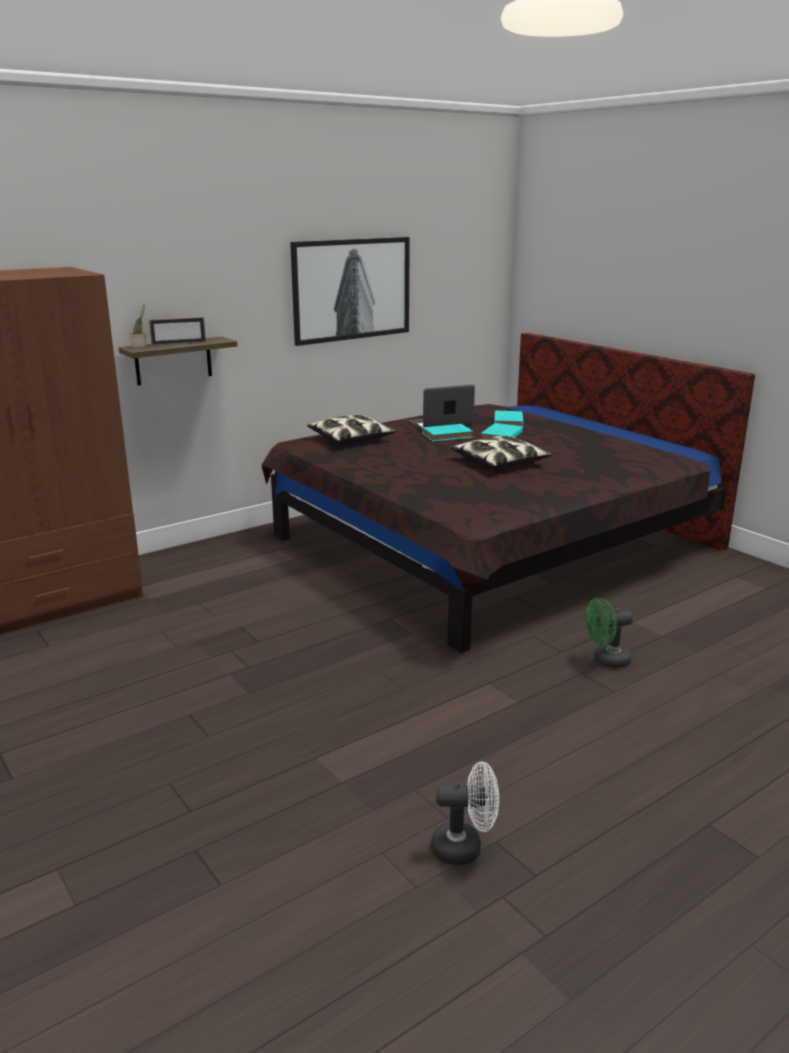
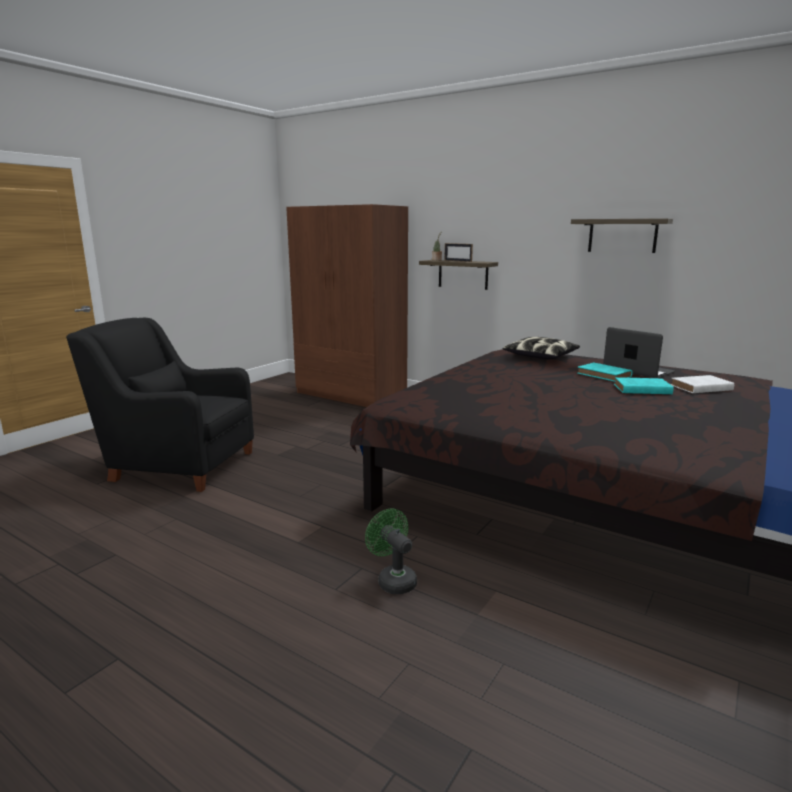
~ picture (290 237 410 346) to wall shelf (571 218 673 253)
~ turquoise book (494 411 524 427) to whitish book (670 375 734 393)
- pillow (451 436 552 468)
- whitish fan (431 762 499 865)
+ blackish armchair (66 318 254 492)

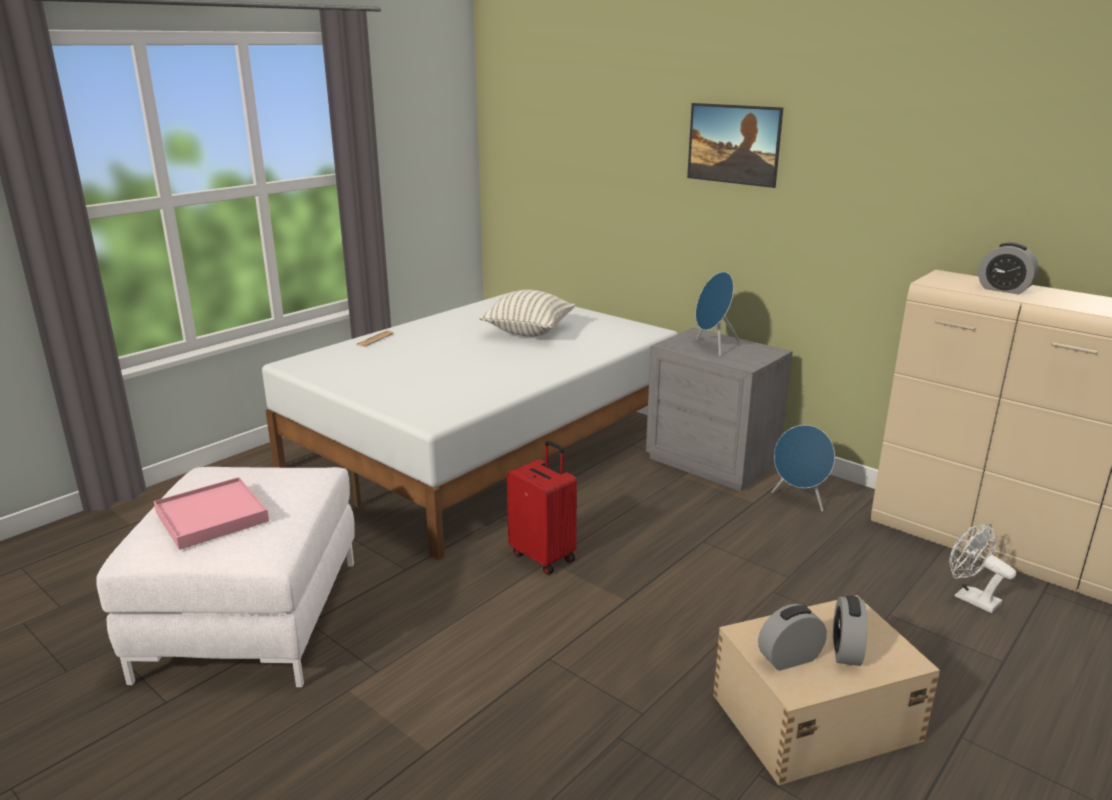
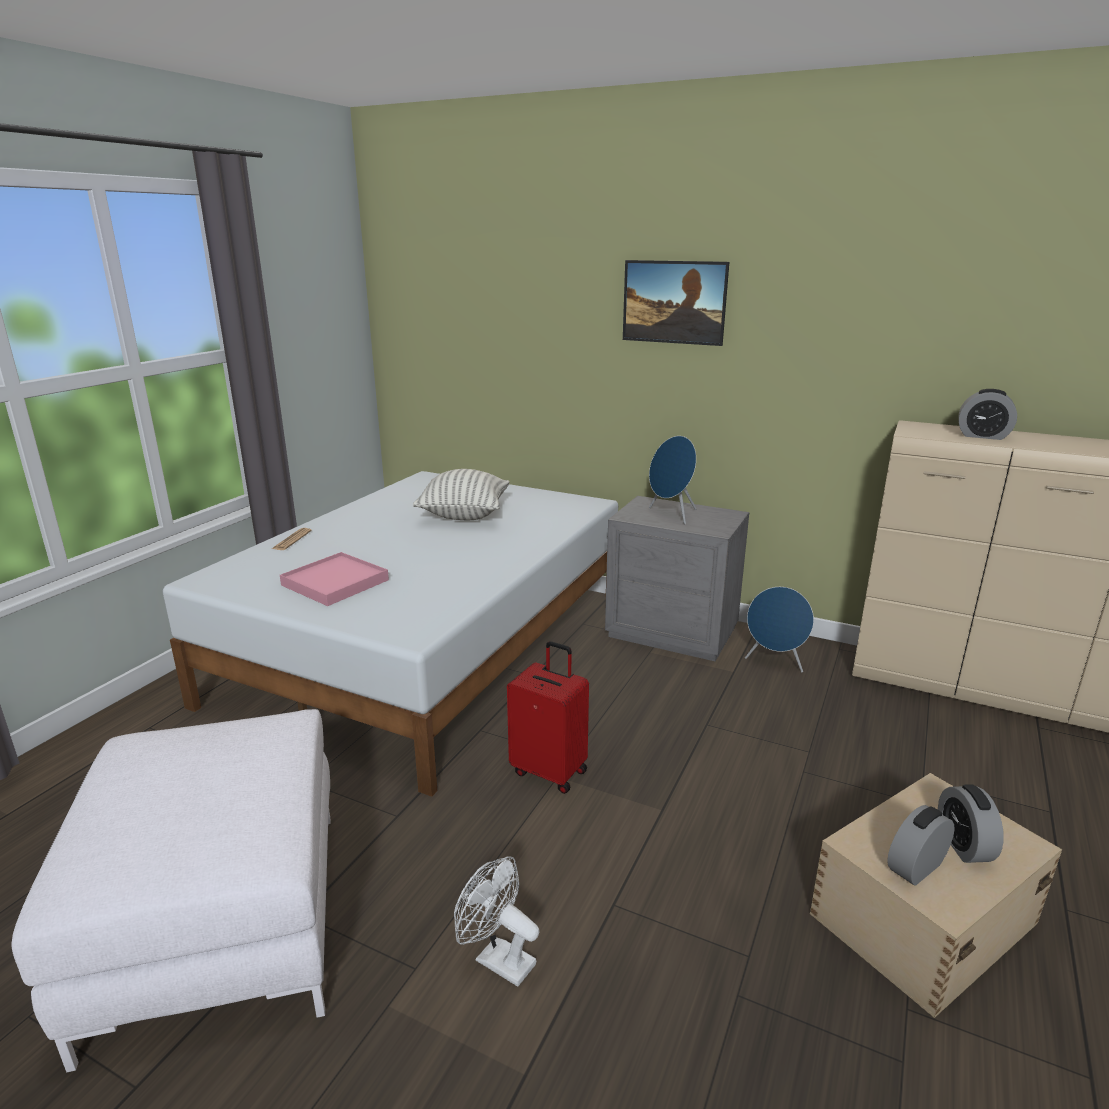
~ pink carrying tray (154 477 269 550) to (280 552 389 606)
~ whitish fan (949 523 1016 613) to (454 857 539 987)

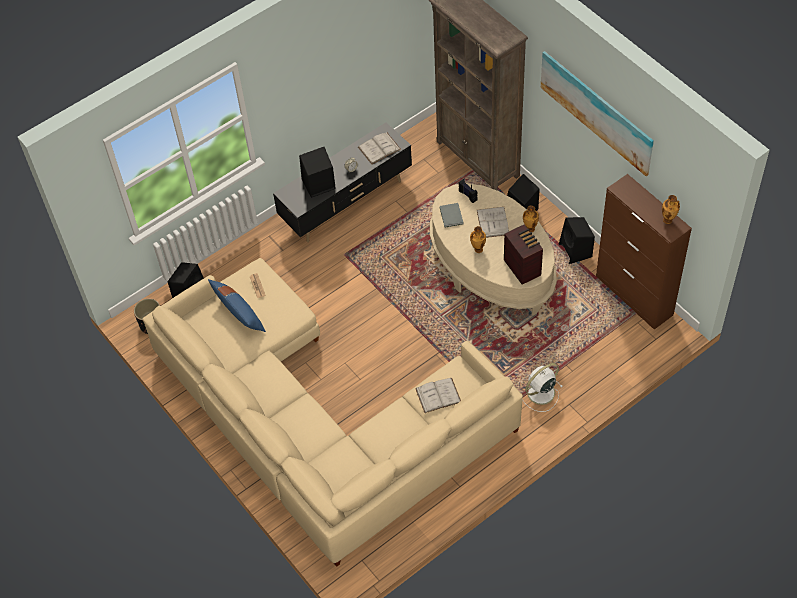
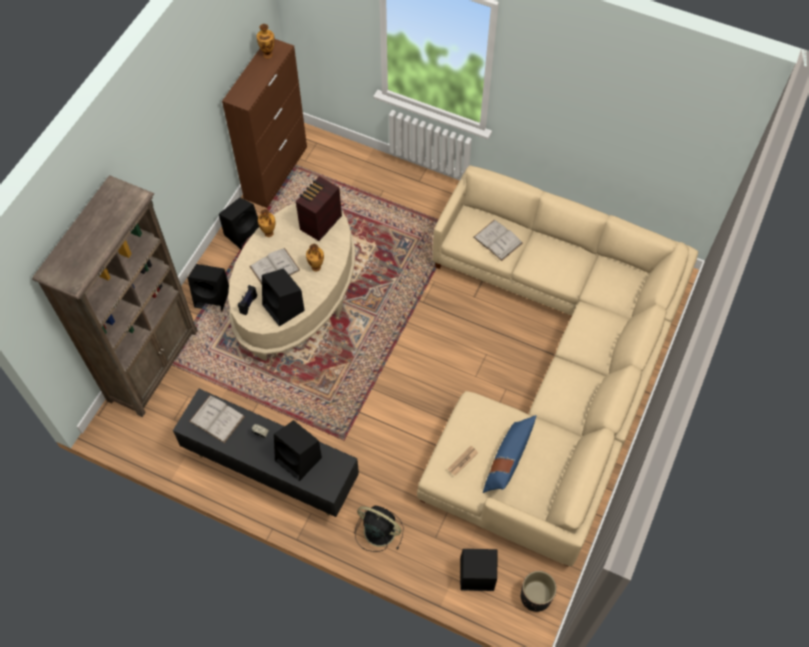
- picture (541 51 654 176)
~ grey book (440 203 464 227) to blackish audio speaker (262 268 305 327)
- whitish fan (522 363 563 412)
+ blackish fan (355 506 404 552)

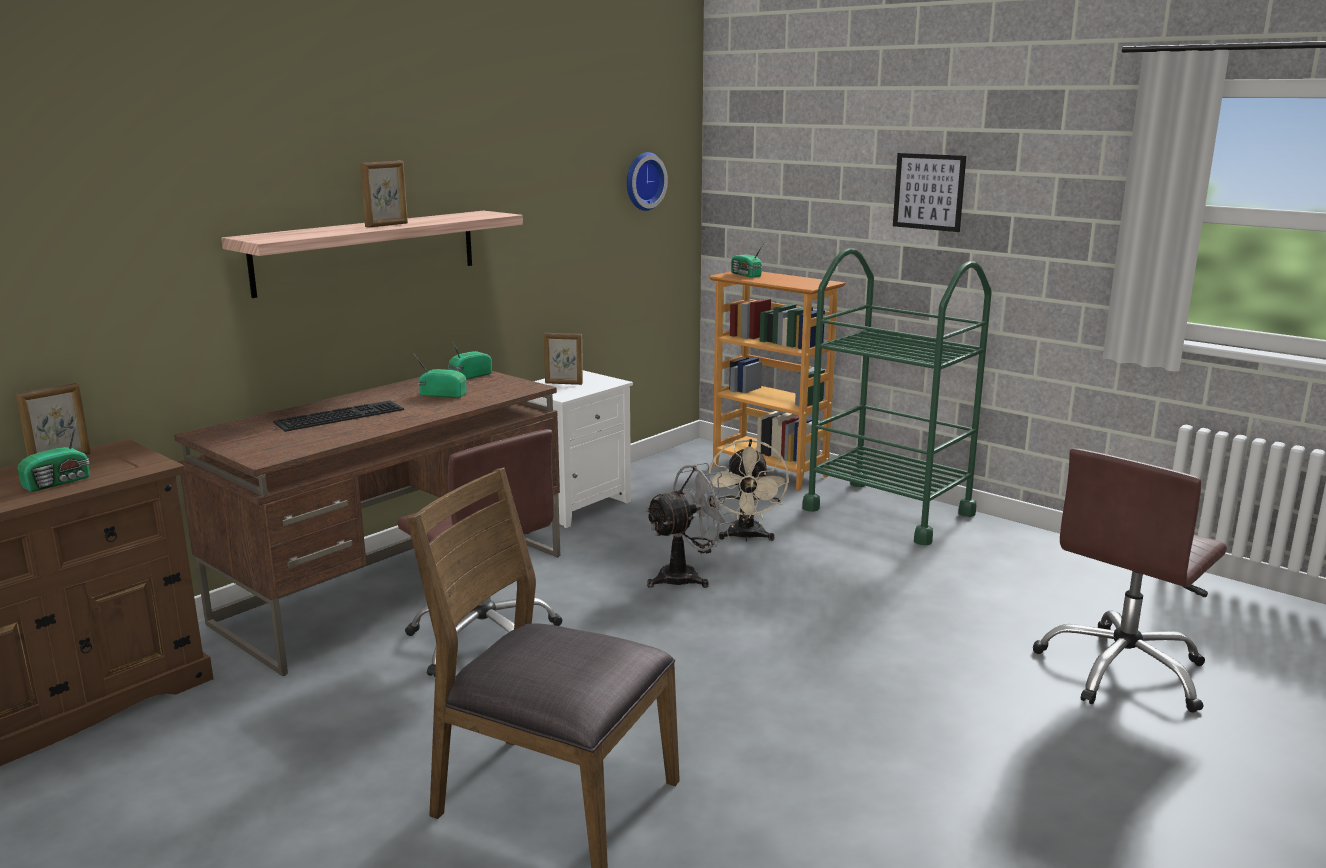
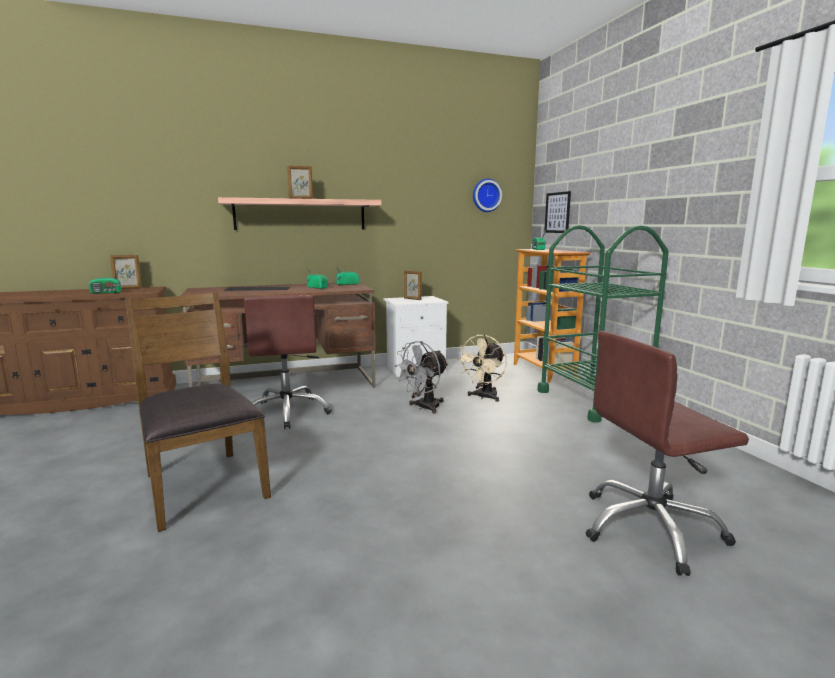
~ picture (893 153 966 232) to (544 191 571 233)
~ grey fan (645 463 735 588) = (395 341 448 414) 135 degrees clockwise

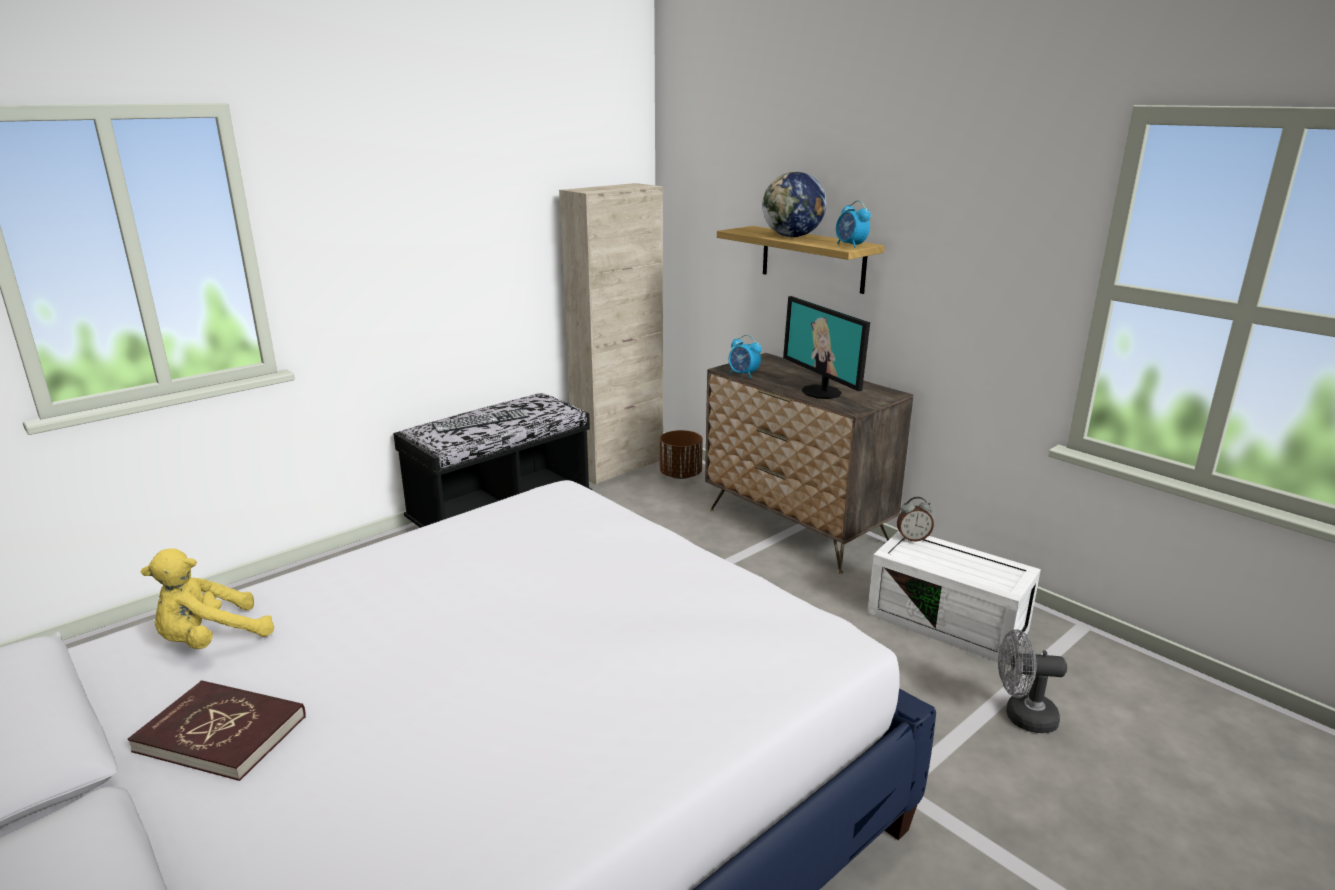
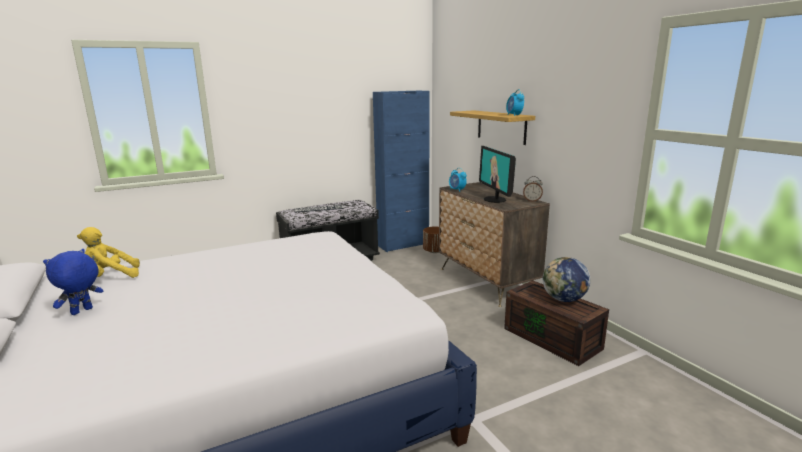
~ desk globe (762 172 826 237) to (543 257 590 302)
~ beige-coloured storage cabinet (559 183 663 485) to blue storage cabinet (373 91 430 252)
~ bedside clock (897 497 934 542) to (523 176 543 202)
~ whitish storage box (867 531 1041 665) to brown storage box (504 280 609 366)
- grey fan (998 629 1067 733)
~ red book (128 680 306 781) to blue cuddly toy (43 249 103 315)

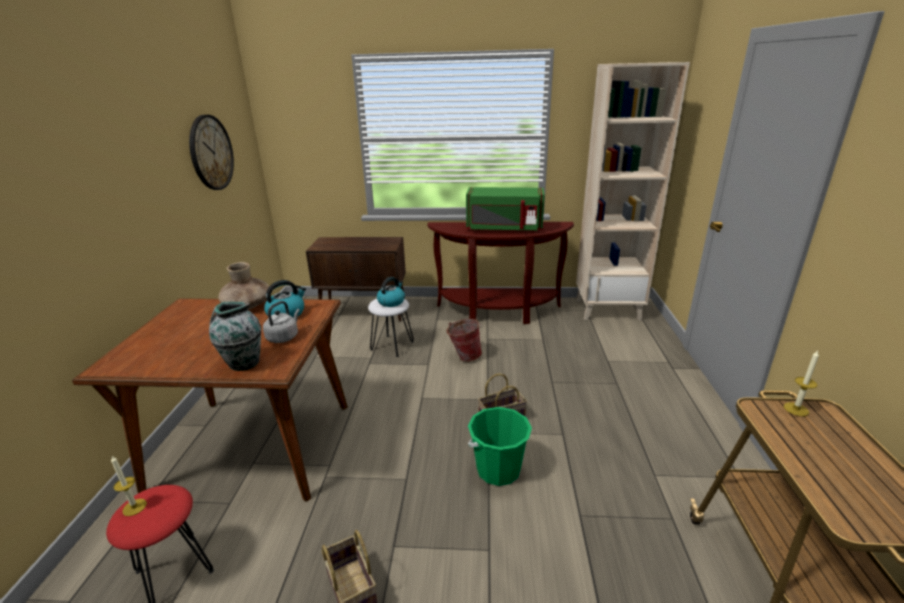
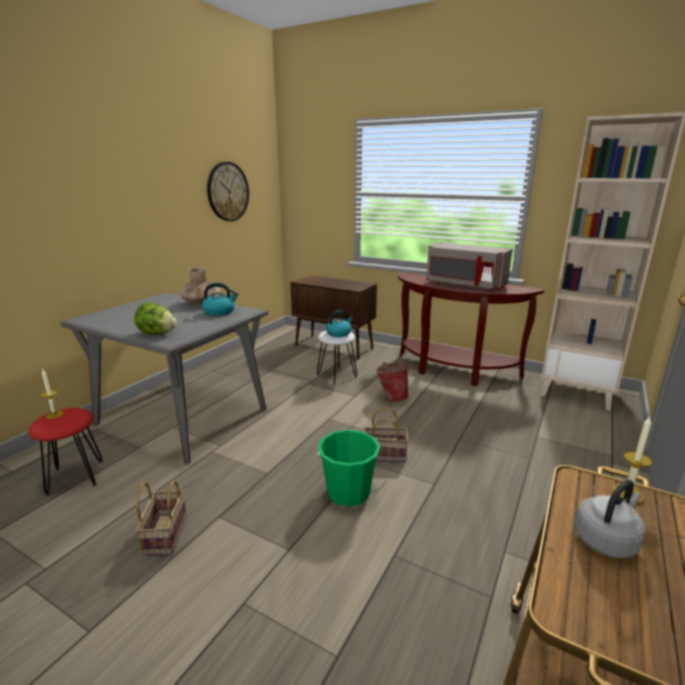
~ green-coloured microwave oven (466 187 545 232) to grey microwave oven (426 242 513 291)
~ brown dinner table (72 298 348 502) to grey dinner table (60 293 268 464)
~ flower vase (209 301 261 371) to lettuce (134 303 177 334)
~ grey tea kettle (263 301 300 343) to (575 479 646 558)

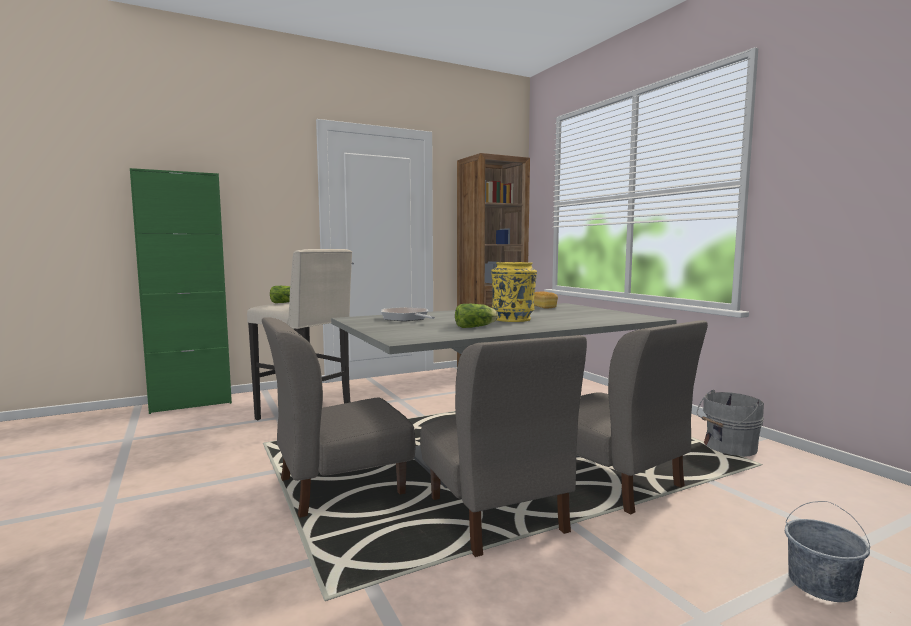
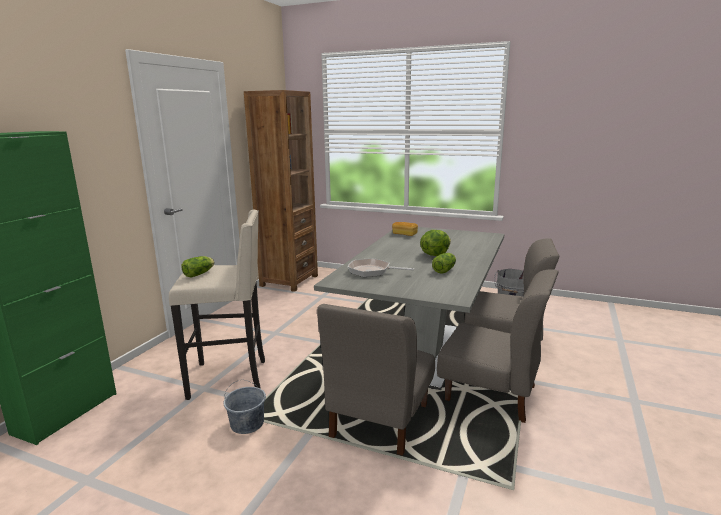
~ yellow flower vase (491 262 537 322) to lettuce (420 230 451 256)
~ grey pail (785 501 870 602) to (224 380 266 434)

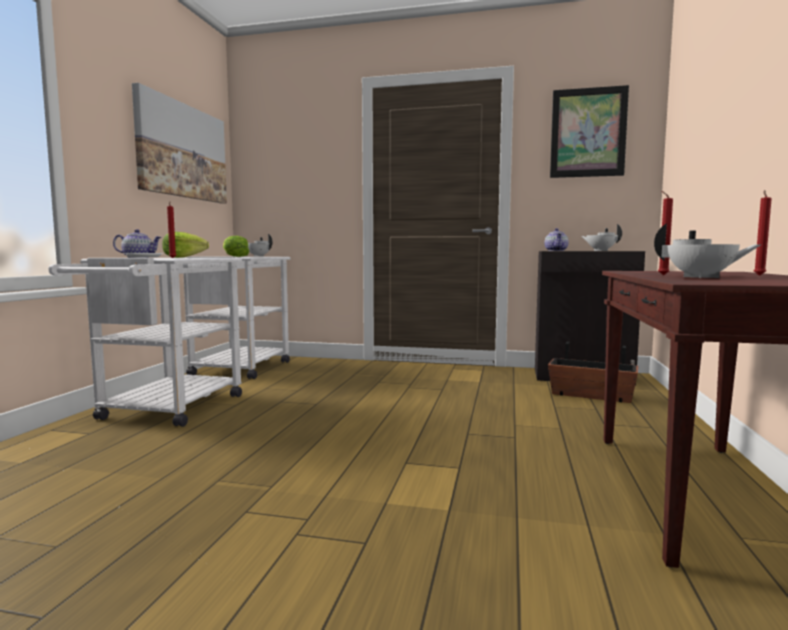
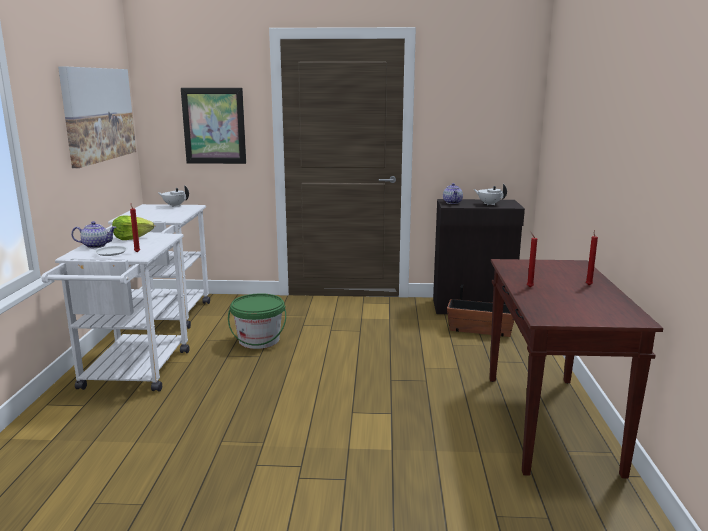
~ picture (550 85 629 178) to (181 88 246 164)
- whitish tea pot (654 223 760 278)
- lettuce (223 236 249 257)
+ green-coloured pail (228 293 286 349)

